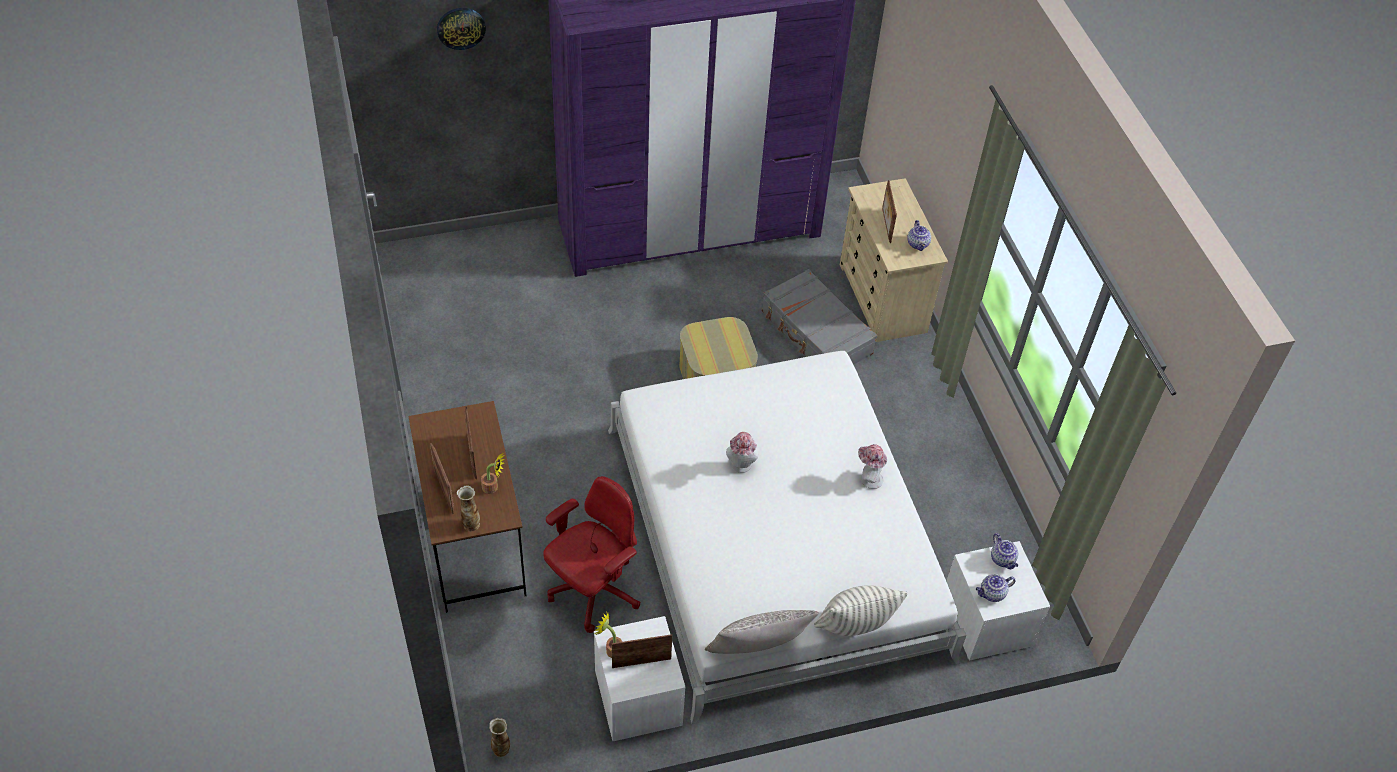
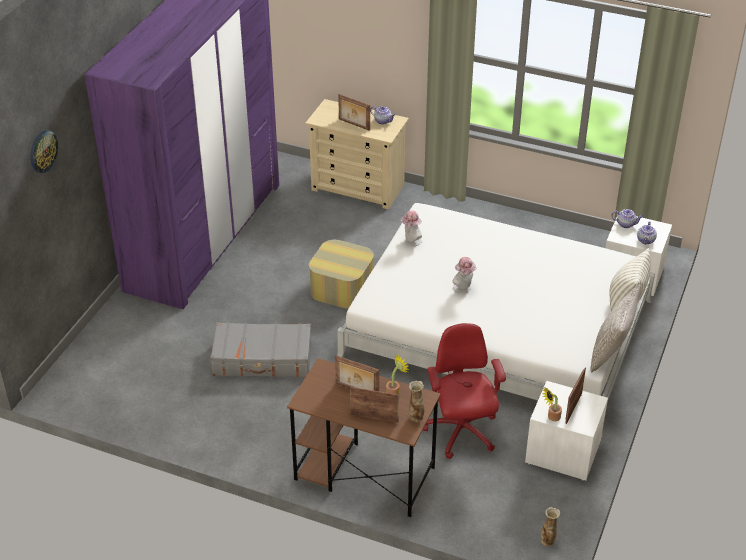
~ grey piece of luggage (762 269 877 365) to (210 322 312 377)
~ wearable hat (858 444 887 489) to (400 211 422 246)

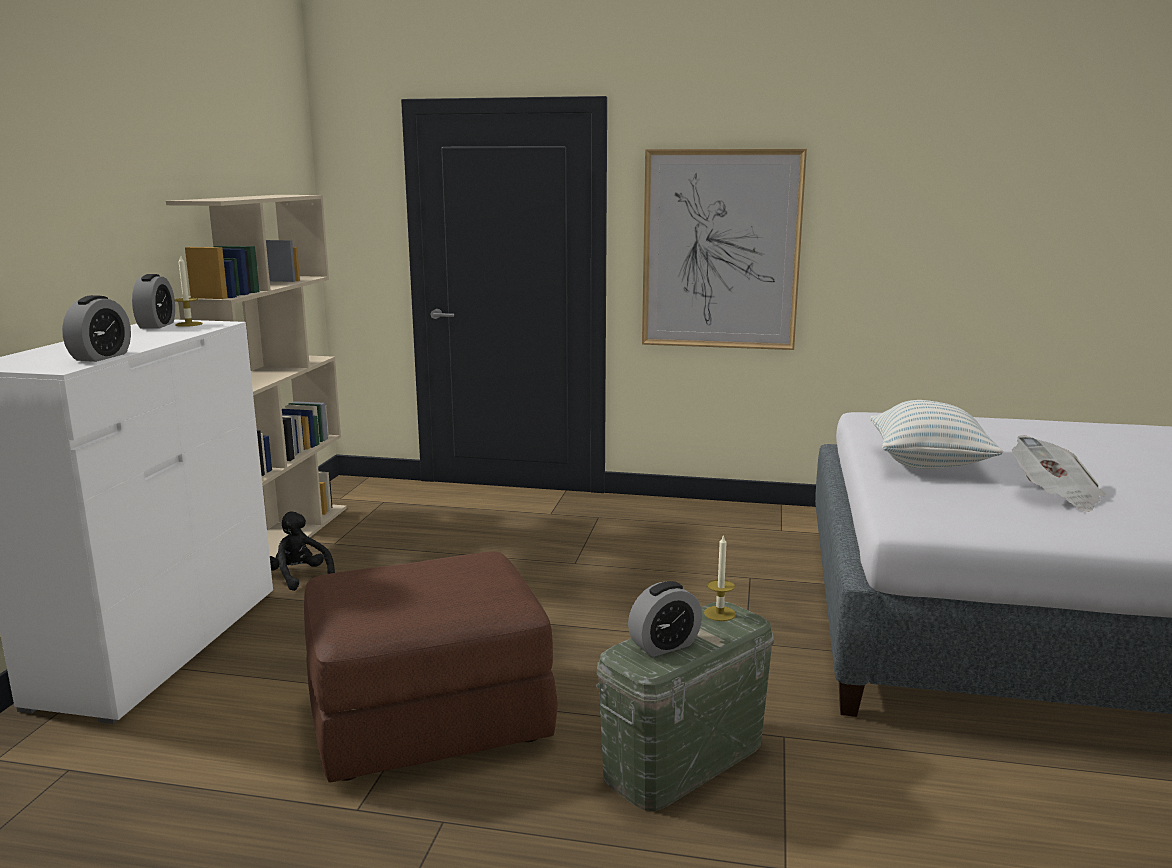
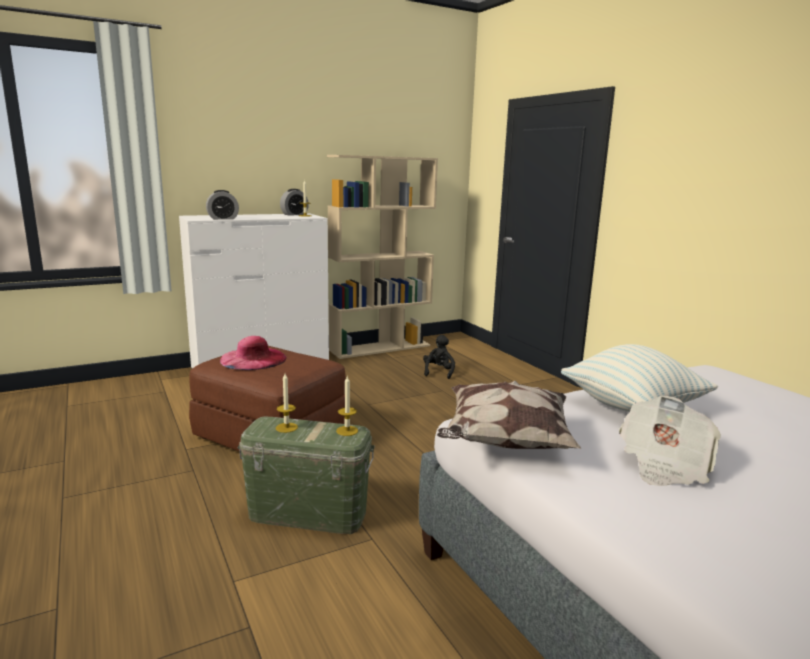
- picture (642 149 807 350)
~ blackish cuddly toy (270 511 335 591) to (423 335 455 379)
~ bedside clock (628 581 702 657) to candle (276 373 298 433)
+ pink wearable hat (220 336 287 370)
+ pillow (437 381 582 449)

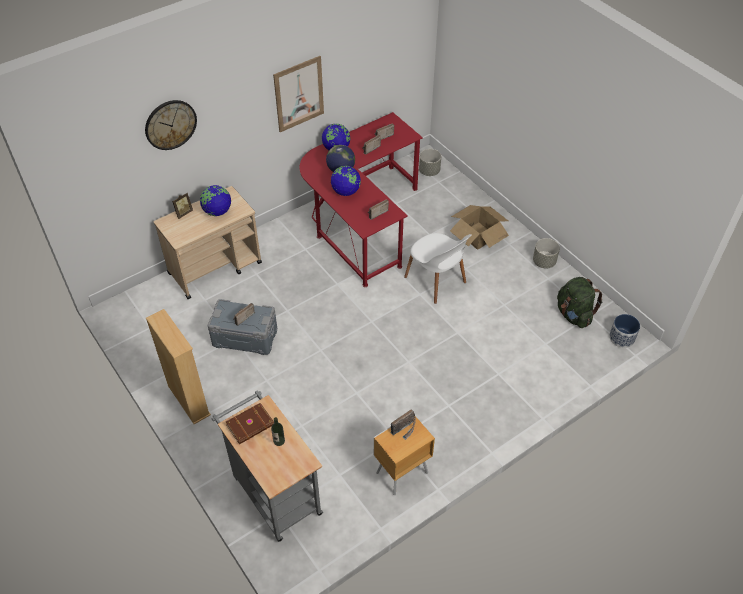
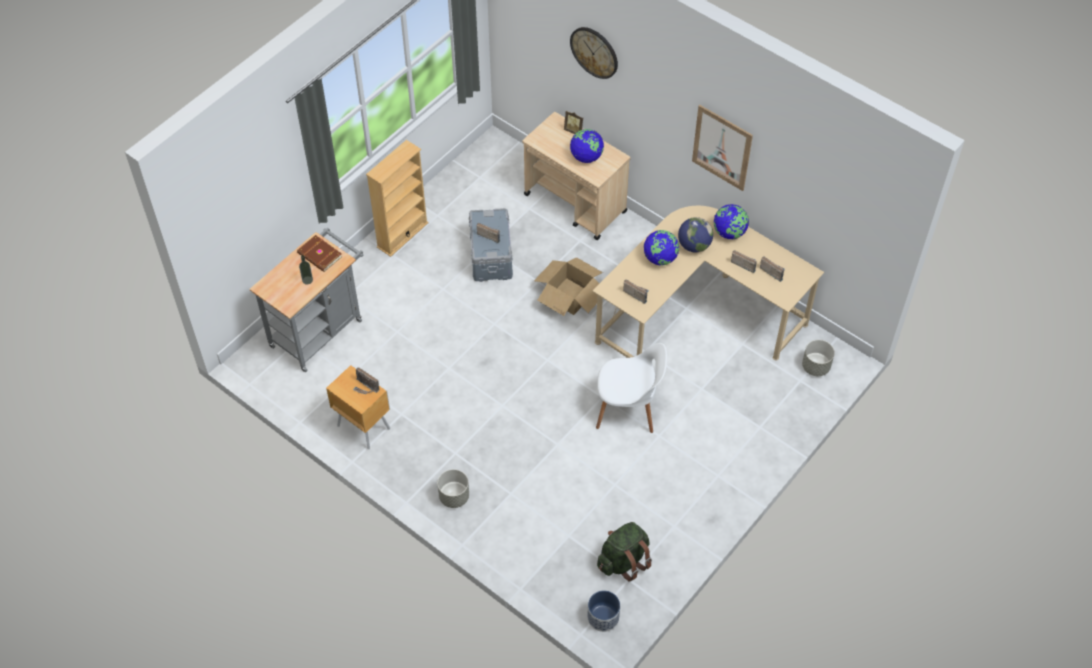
~ red desk unit (300 112 423 287) to beige-coloured desk unit (593 206 824 360)
~ cardboard box (450 205 509 250) to (534 257 603 316)
~ whitish chair (404 233 472 304) = (596 343 667 433) 120 degrees counterclockwise
~ grey plant pot (533 238 560 268) to (437 469 469 508)

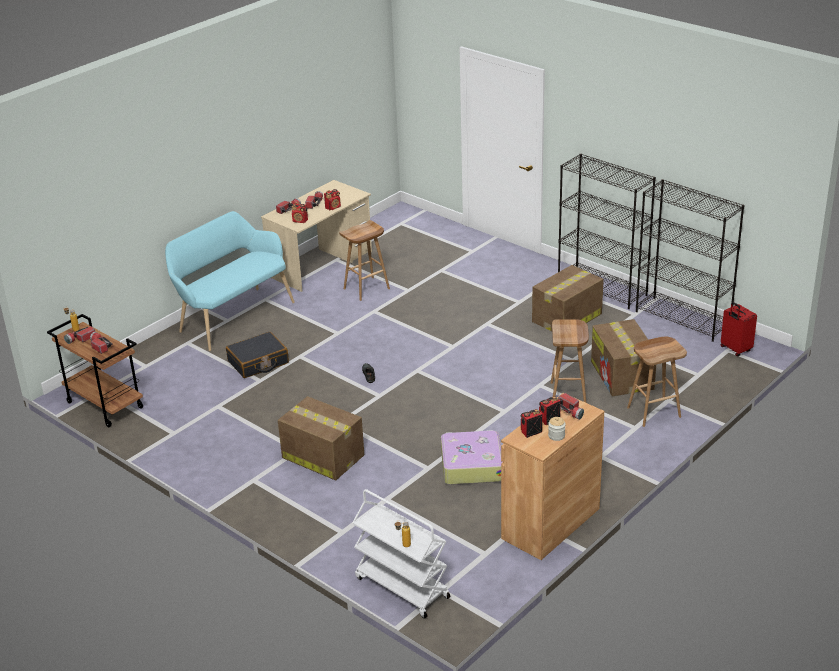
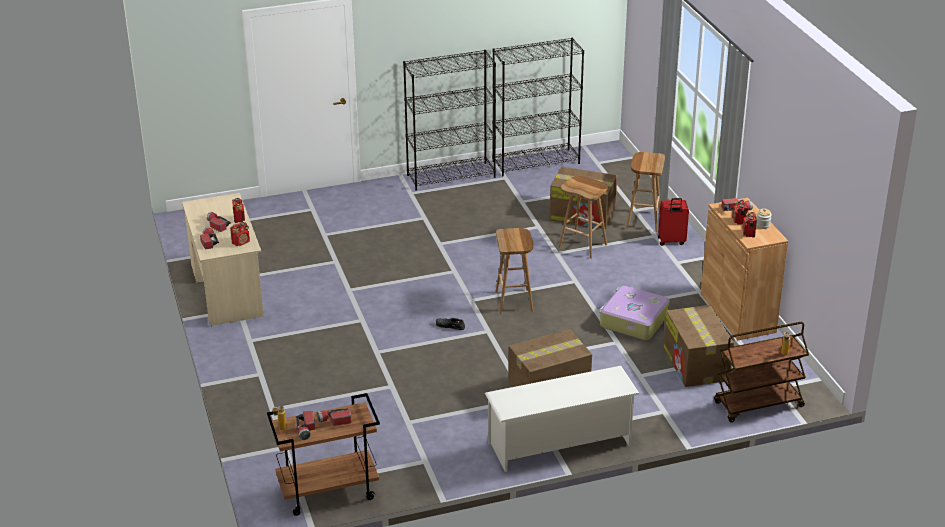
- turquoise bench (165 211 295 351)
~ brown stool (339 220 390 301) to (495 228 534 314)
~ cardboard box (532 265 604 332) to (664 305 734 387)
~ red piece of luggage (721 302 757 356) to (658 198 689 246)
- blackish piece of luggage (226 332 289 378)
~ whitish trolley (352 489 450 618) to brown trolley (714 322 809 422)
+ whitish shoe stand (485 366 640 472)

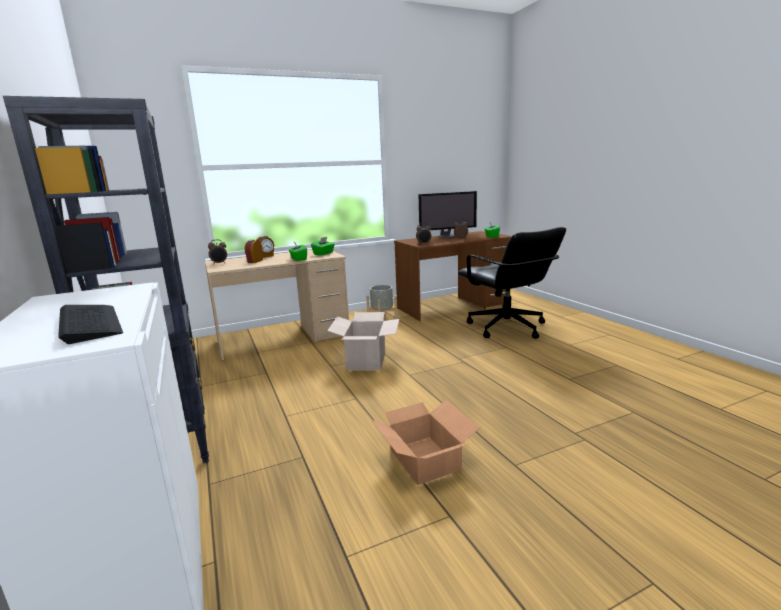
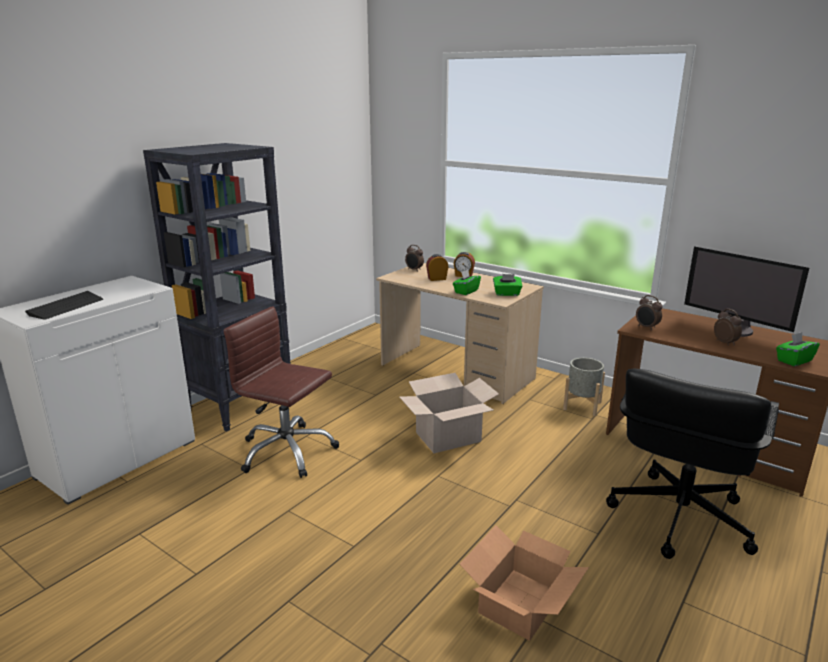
~ cardboard box (371 400 480 485) to (460 525 589 641)
+ brown computer chair (224 306 339 478)

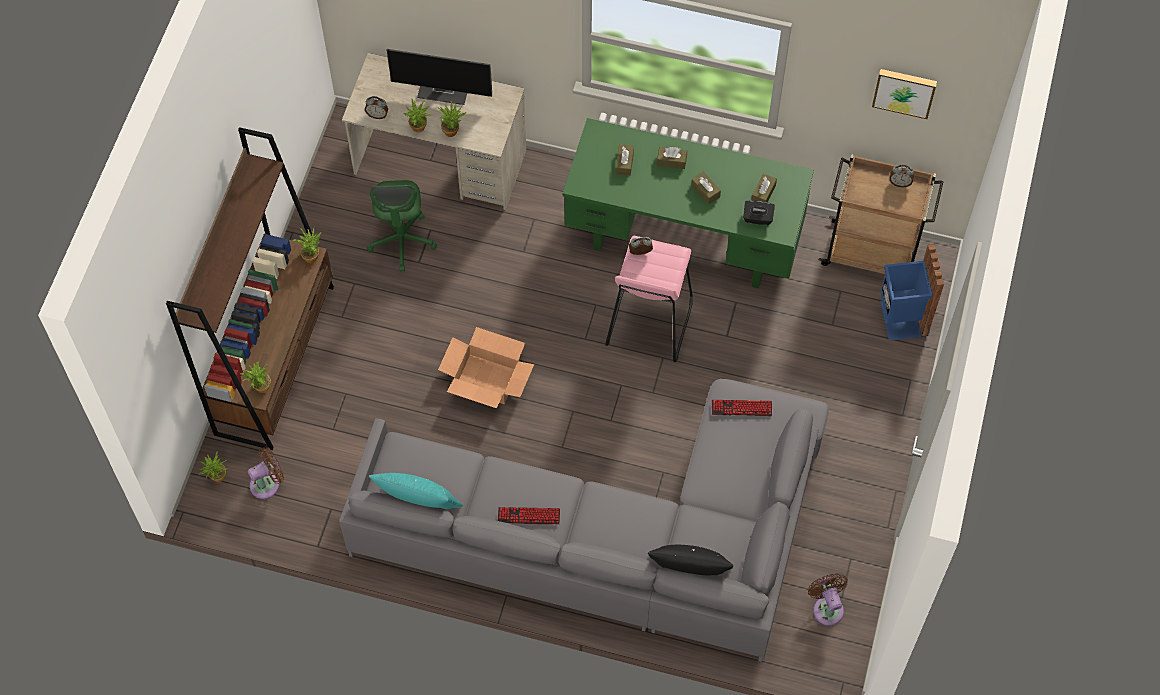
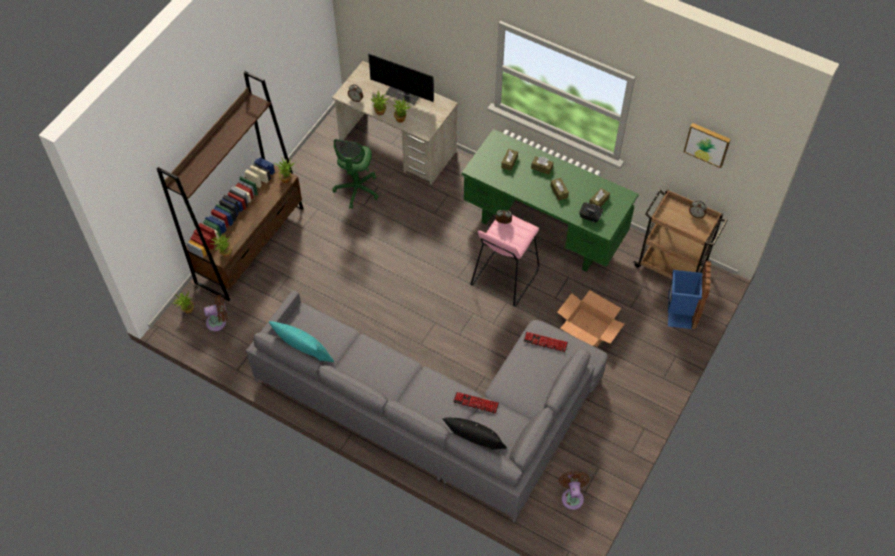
~ cardboard box (438 327 534 408) to (557 290 624 347)
~ keyboard (498 507 560 525) to (453 392 499 414)

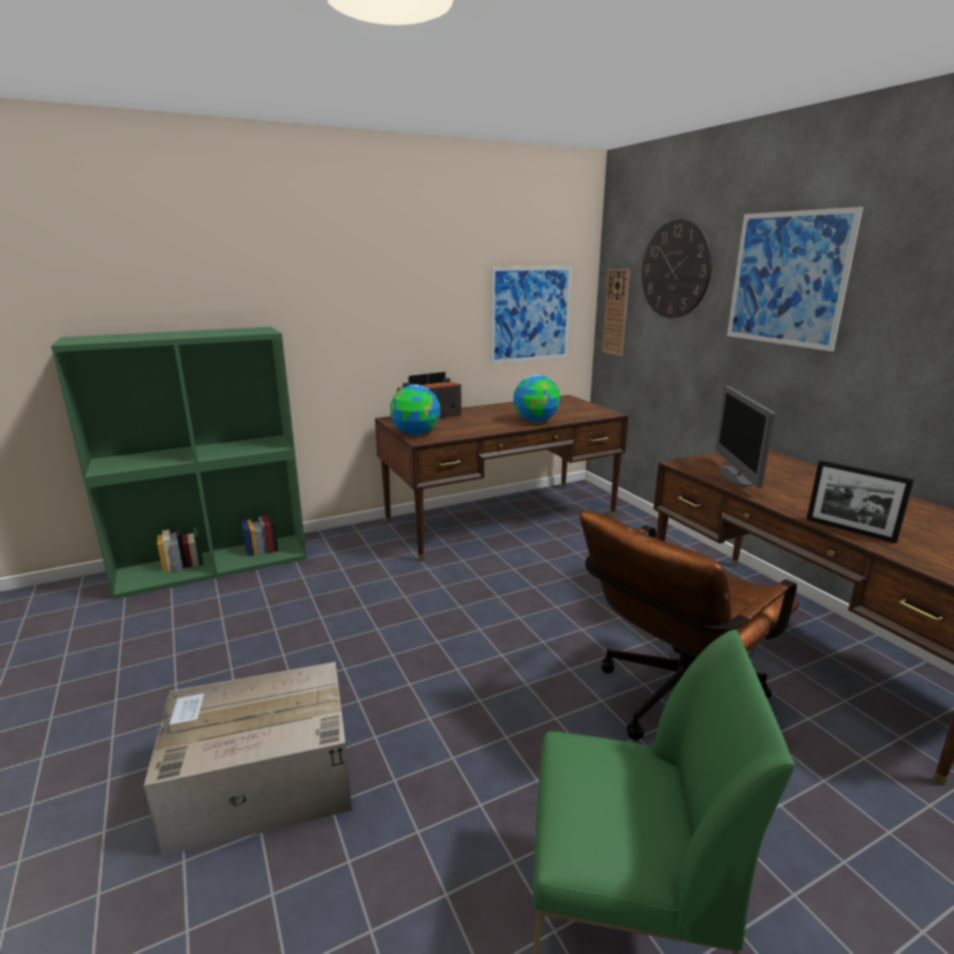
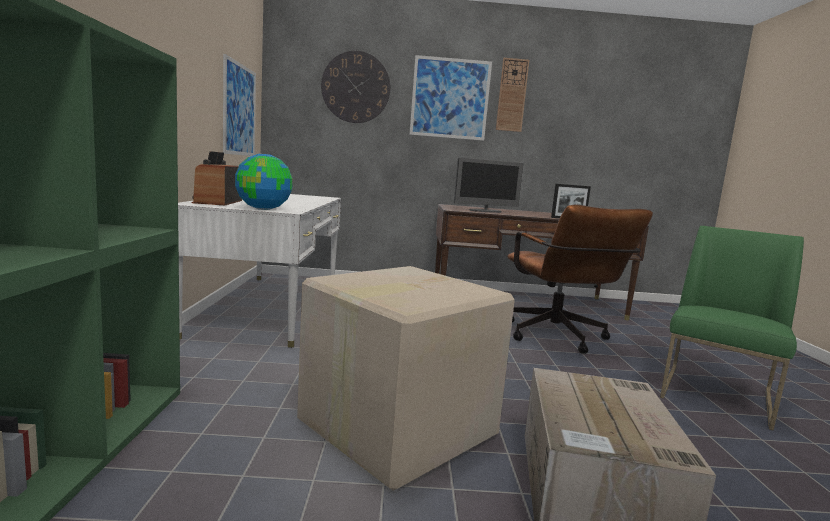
~ hanging clock (602 269 630 356) to (496 58 529 132)
- desk globe (514 375 560 422)
~ computer screen (715 386 775 488) = (454 157 523 213) 45 degrees counterclockwise
~ brown desk unit (375 395 629 561) to whitish desk unit (178 194 341 348)
+ cardboard box (297 266 515 491)

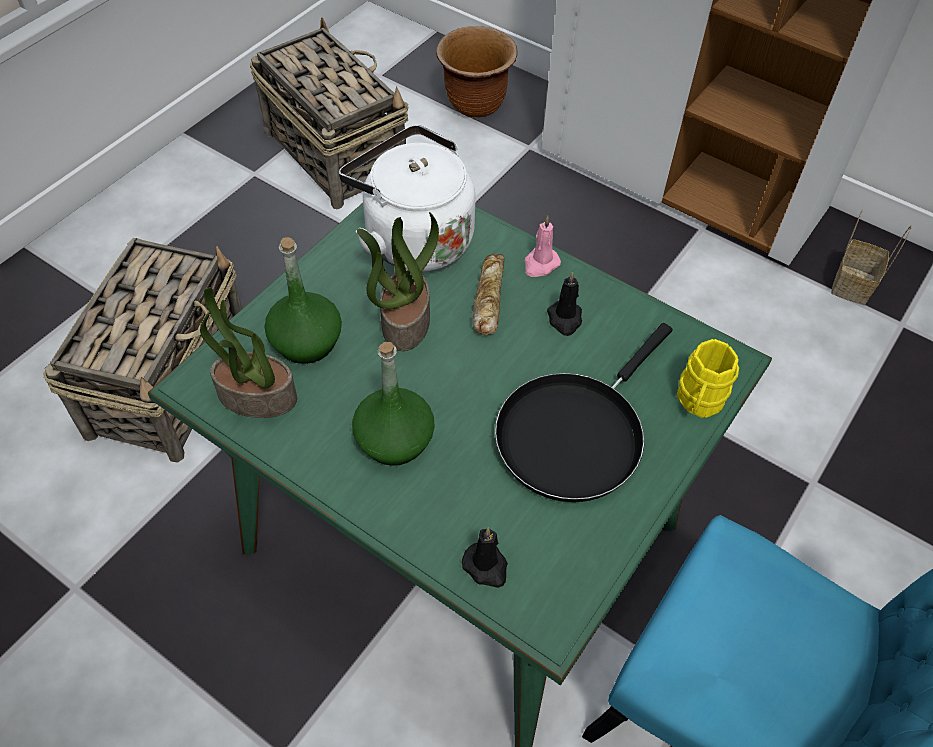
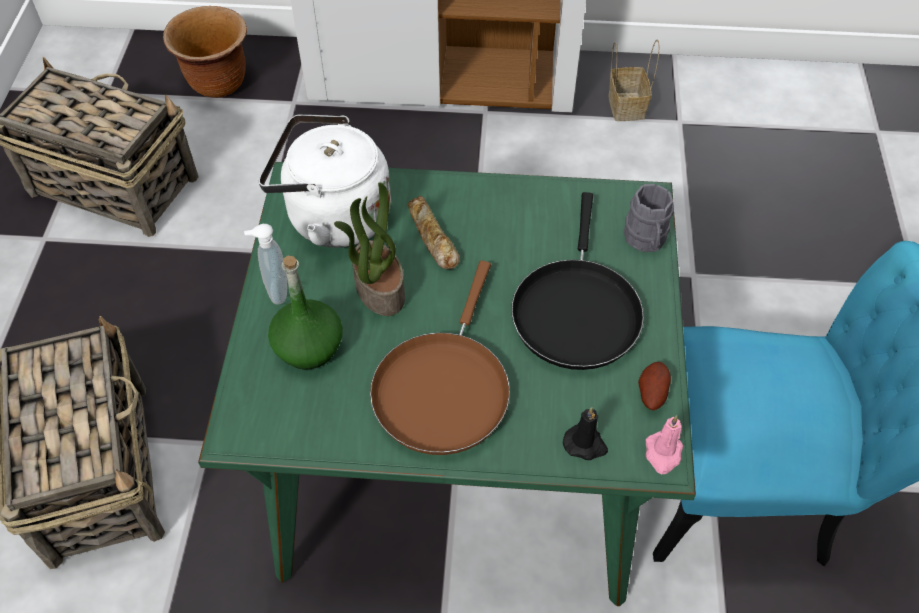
~ pink candle (524 216 561 277) to (646 415 683 474)
- blackish candle (547 271 582 336)
- houseplant (200 287 297 418)
~ yellow tea mug (677 339 739 418) to grey tea mug (624 184 674 252)
~ green-coloured bottle (352 342 435 466) to brown frying pan (370 261 510 455)
+ liquid soap bottle (244 224 287 304)
+ spud (638 362 671 411)

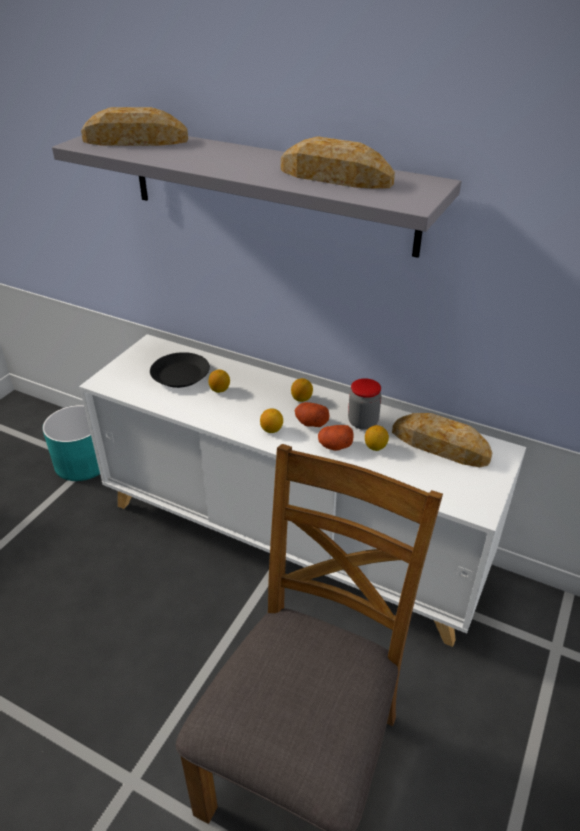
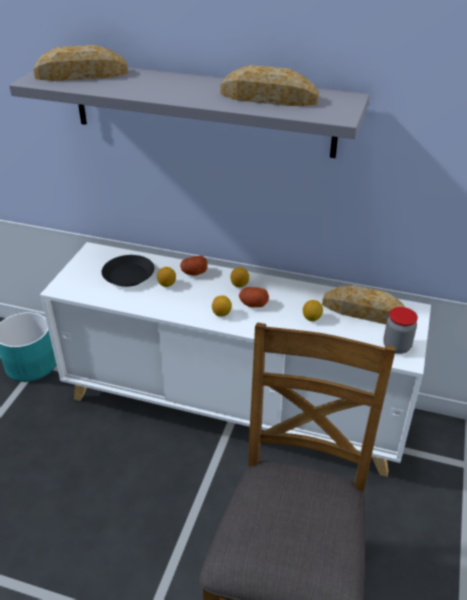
~ preserve jar (348 378 382 430) to (383 307 418 354)
~ spud (318 425 354 451) to (180 256 207 276)

